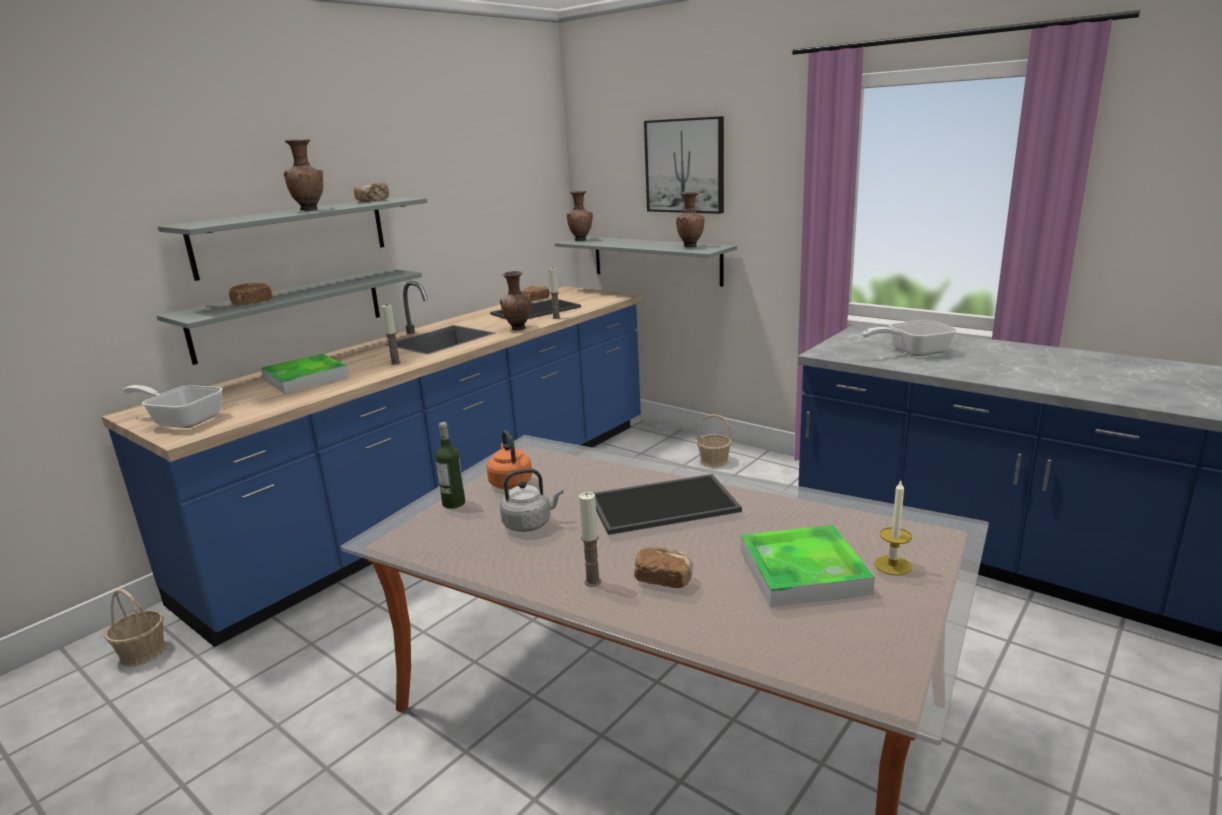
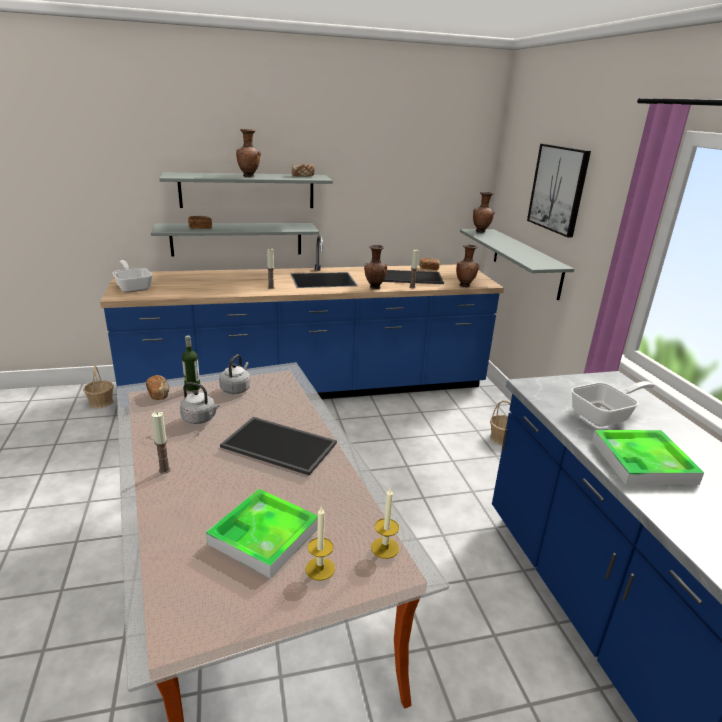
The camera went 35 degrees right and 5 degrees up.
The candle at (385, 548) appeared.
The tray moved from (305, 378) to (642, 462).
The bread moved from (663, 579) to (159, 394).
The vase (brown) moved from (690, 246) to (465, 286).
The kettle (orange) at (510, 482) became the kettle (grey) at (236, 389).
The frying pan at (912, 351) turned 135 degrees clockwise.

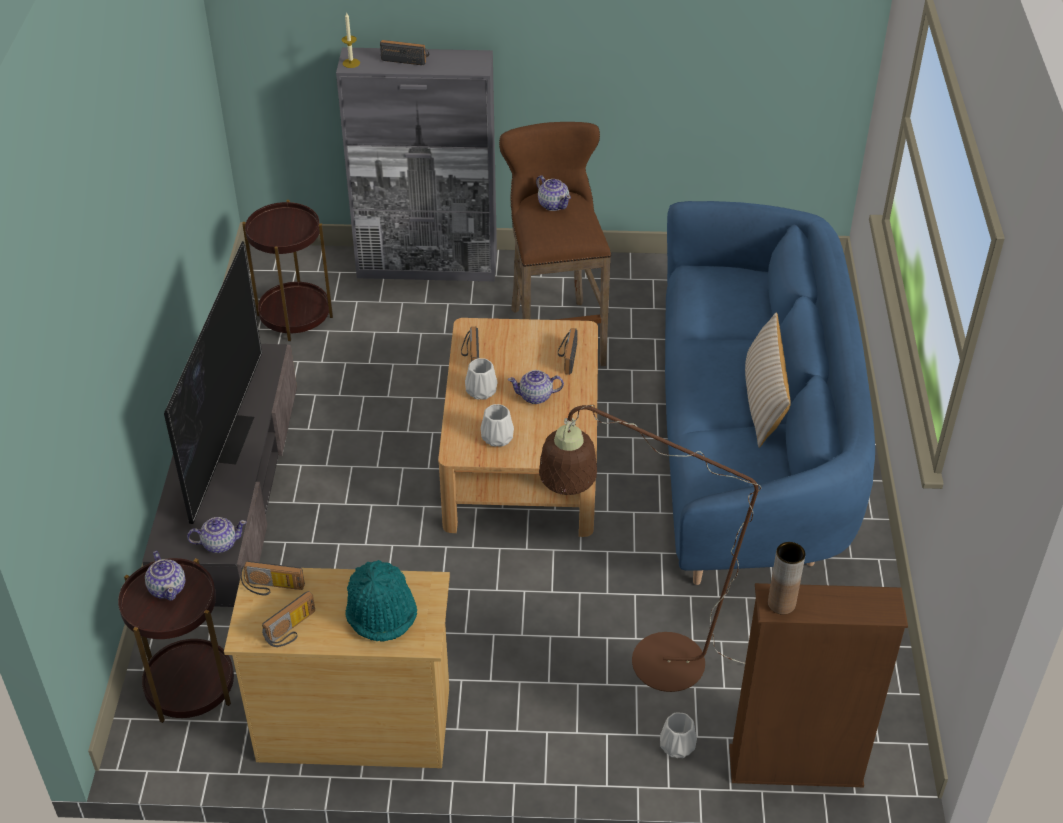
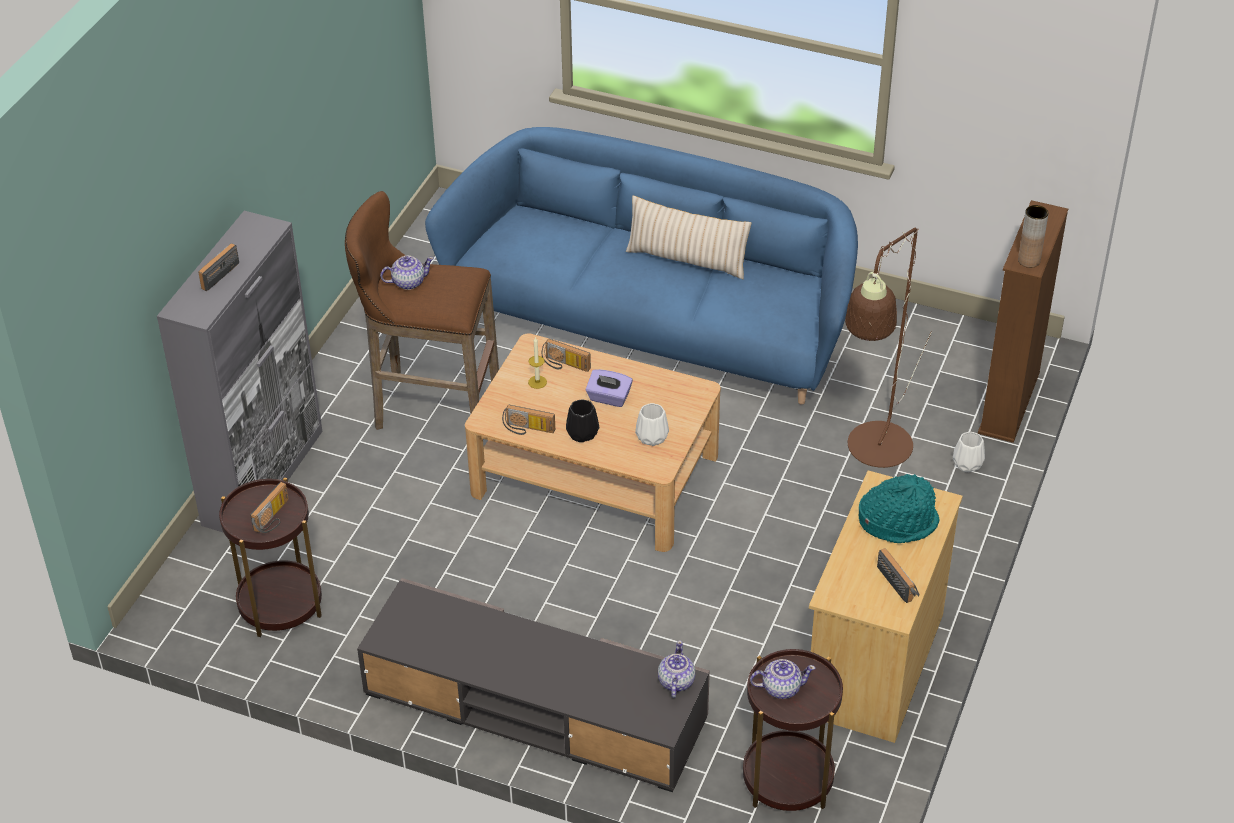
The camera went 70 degrees left and 0 degrees up.
The television at (227, 437) disappeared.
The radio moved from (272, 588) to (274, 518).
The candle moved from (351, 63) to (537, 382).
The teapot at (536, 396) was replaced by the tissue box (purple) at (609, 398).
The vase (white) at (480, 392) became the vase (black) at (583, 433).

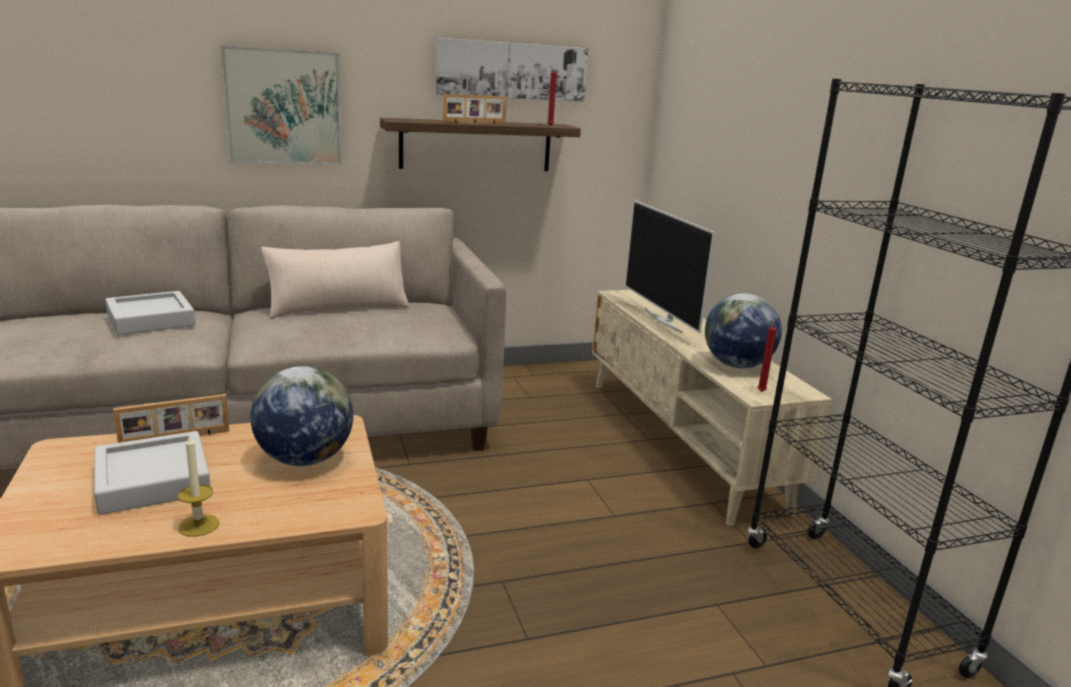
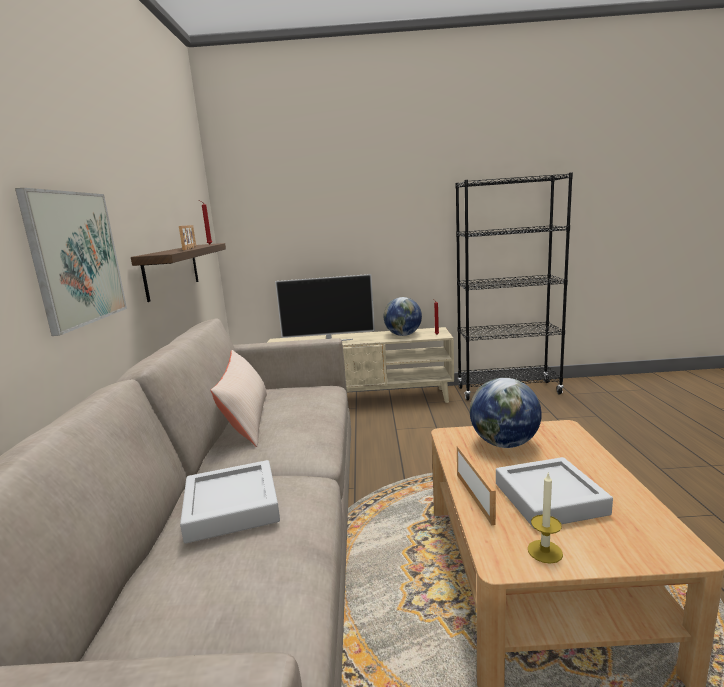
The camera went 70 degrees left and 5 degrees down.
The picture at (512, 70) disappeared.
The candle moved from (198, 525) to (545, 551).

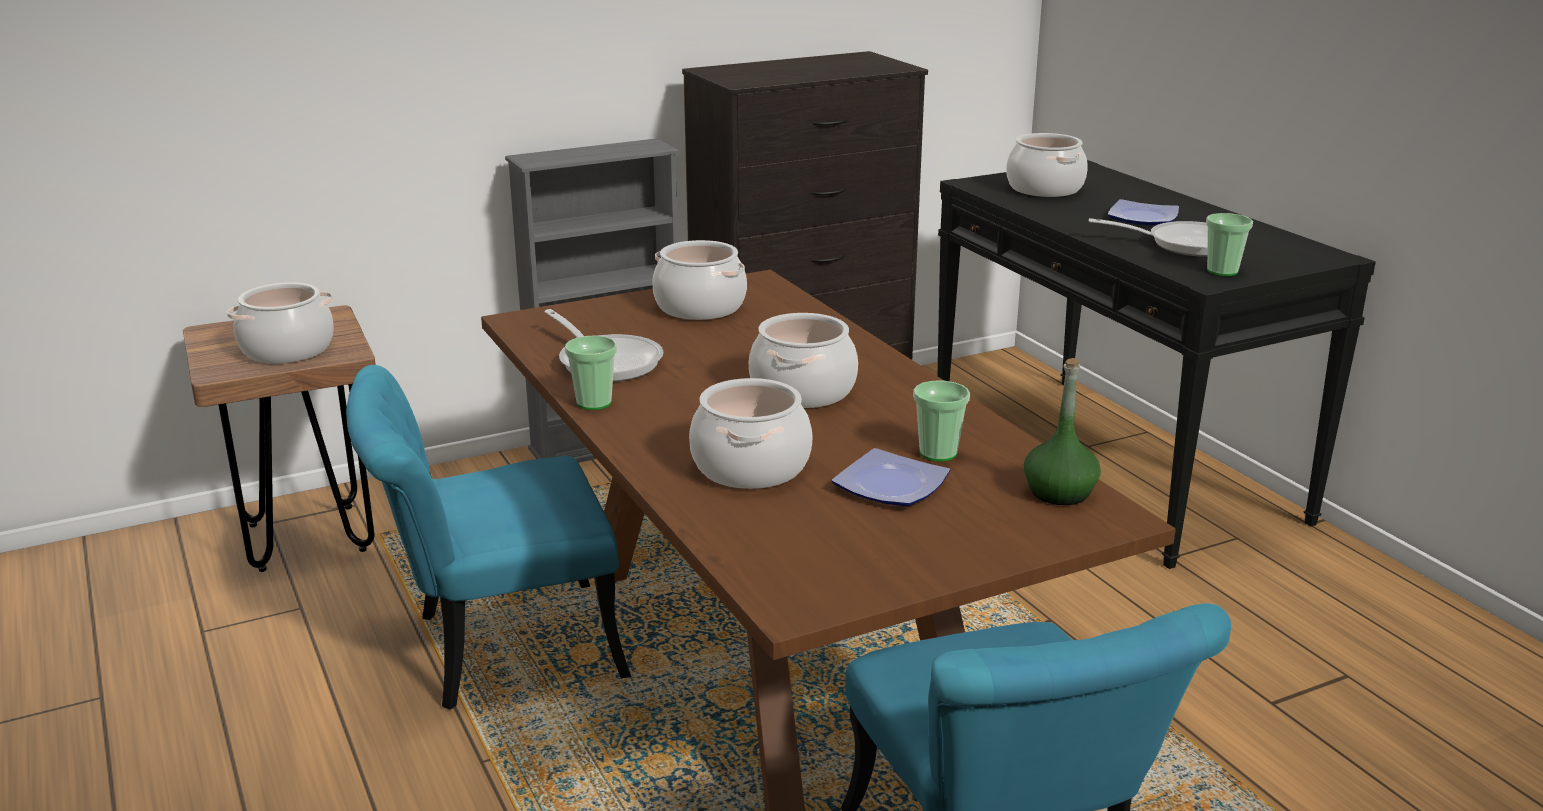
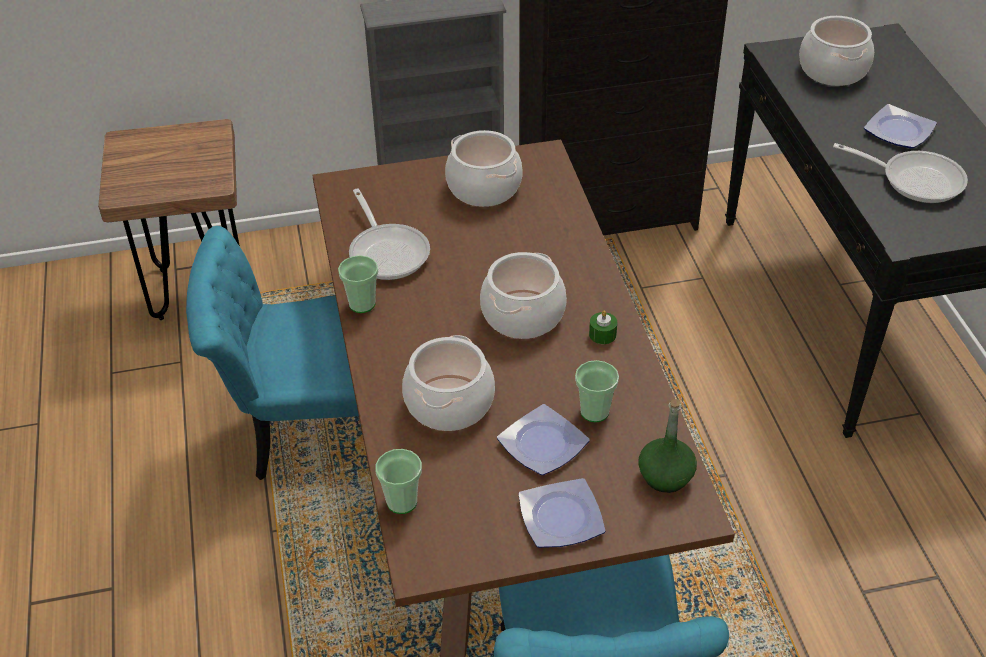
The camera went 15 degrees right and 20 degrees up.
The cooking pot at (287, 350) disappeared.
The plate at (559, 517) appeared.
The candle (green) at (602, 334) appeared.
The cup moved from (1222, 271) to (402, 502).

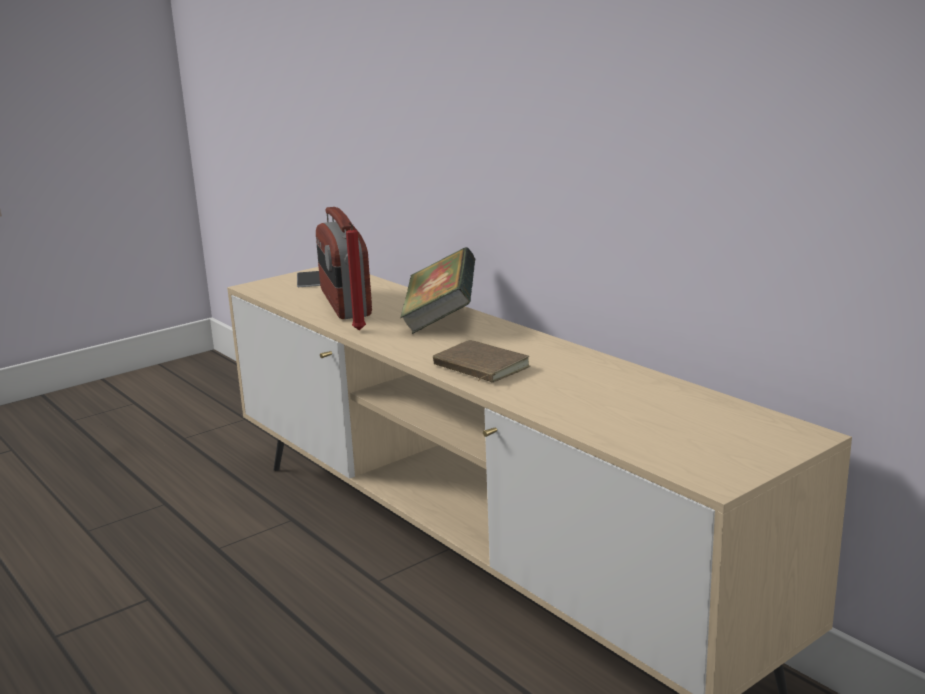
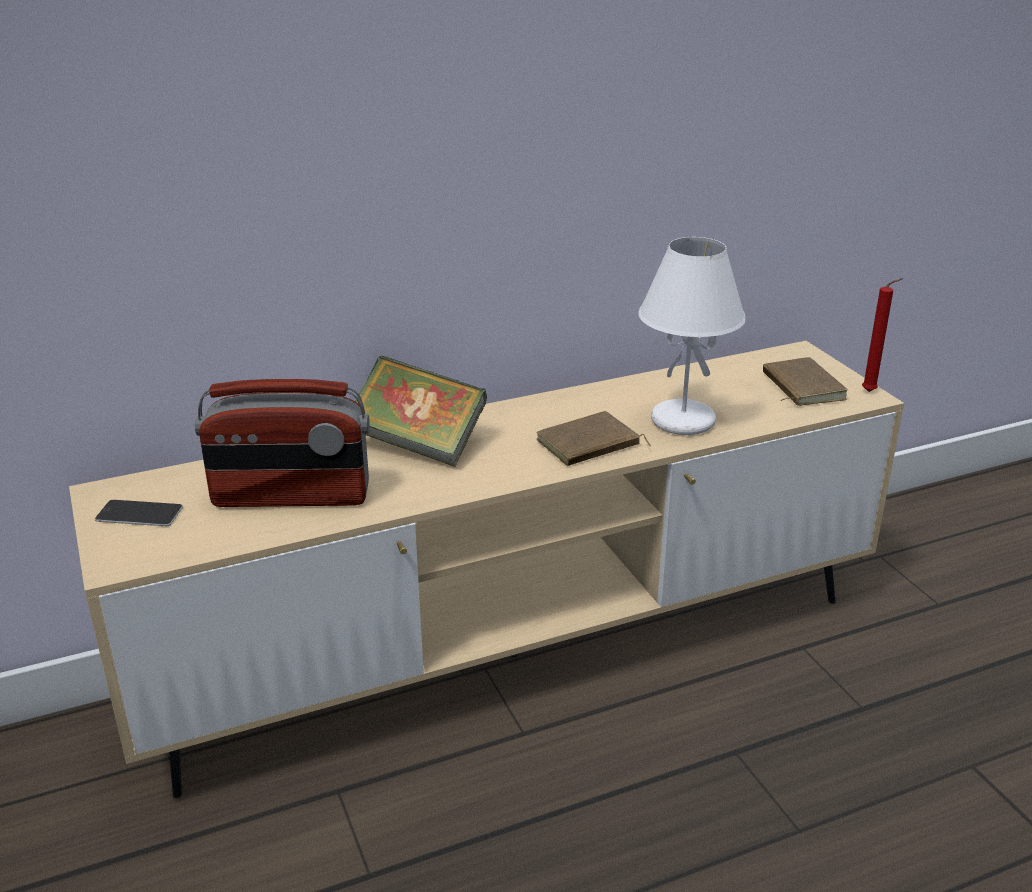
The camera went 75 degrees left and 10 degrees up.
The table lamp (white) at (682, 421) appeared.
The book (brown) at (800, 386) appeared.
The candle (red) moved from (358, 331) to (871, 392).

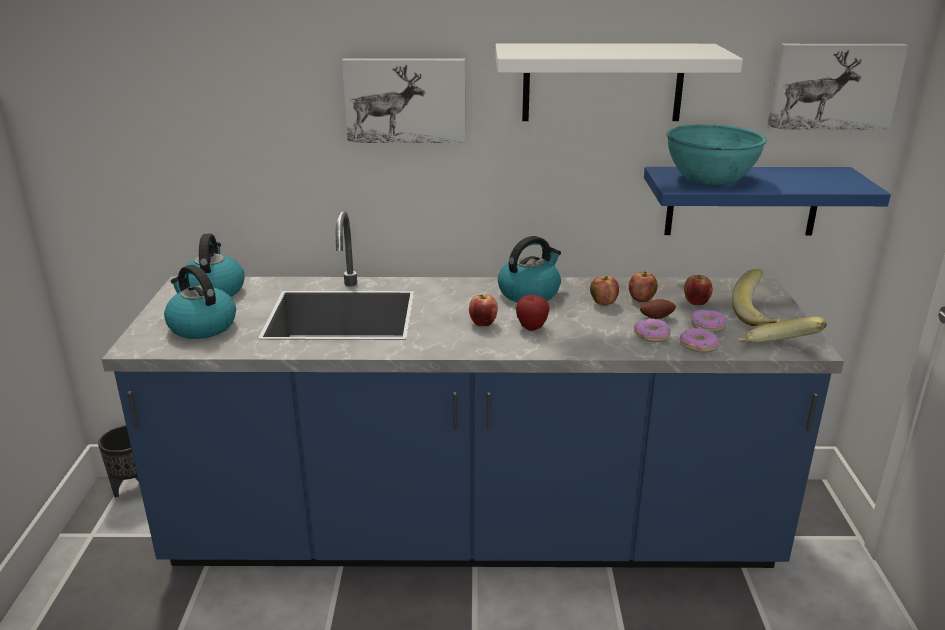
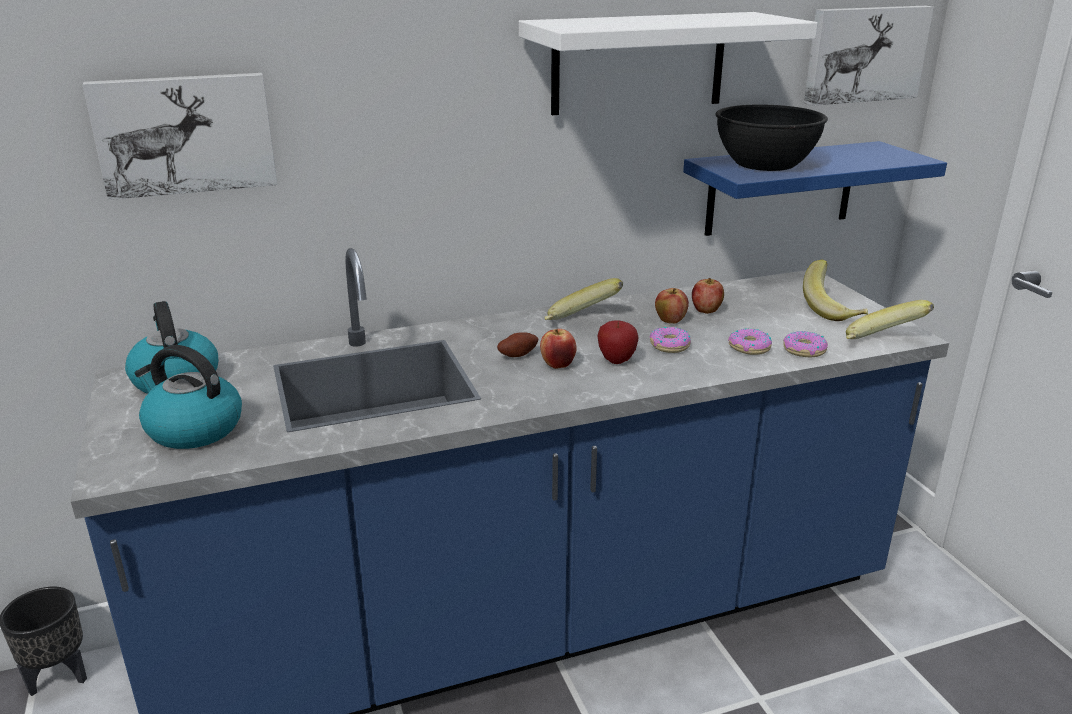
The camera went 20 degrees left and 0 degrees up.
The apple at (696, 303) disappeared.
The picture moved from (405, 100) to (185, 134).
The potato moved from (656, 317) to (517, 354).
The donut moved from (707, 326) to (669, 346).
The kettle at (529, 293) was replaced by the banana at (581, 321).
The bowl (turquoise) at (710, 178) became the bowl (black) at (765, 164).

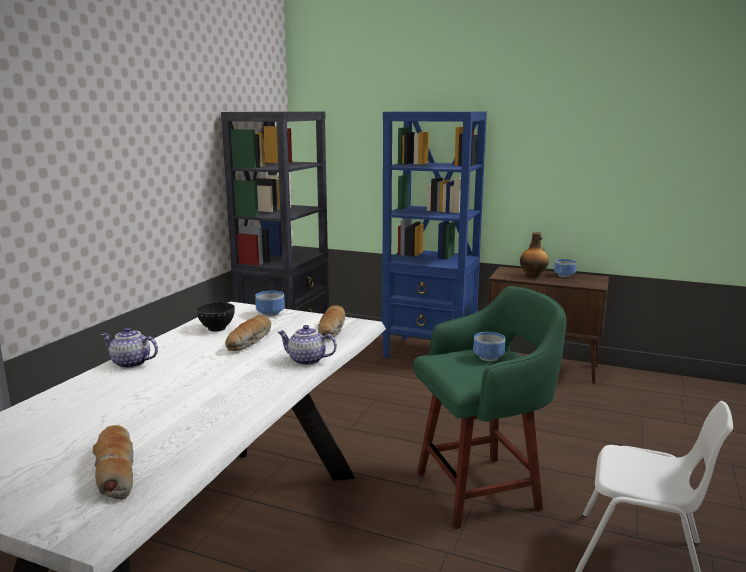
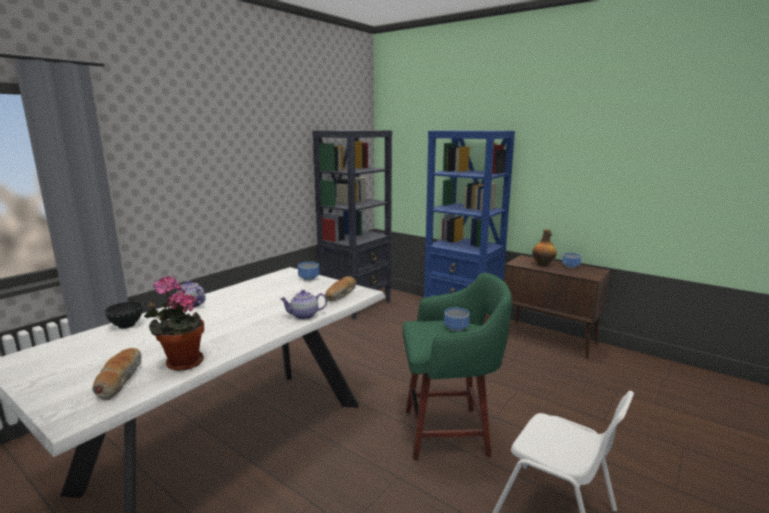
The camera went 15 degrees right and 0 degrees up.
The bread at (250, 341) disappeared.
The potted plant at (181, 363) appeared.
The bowl (black) moved from (217, 328) to (126, 325).
The teapot at (306, 360) turned 45 degrees counterclockwise.

